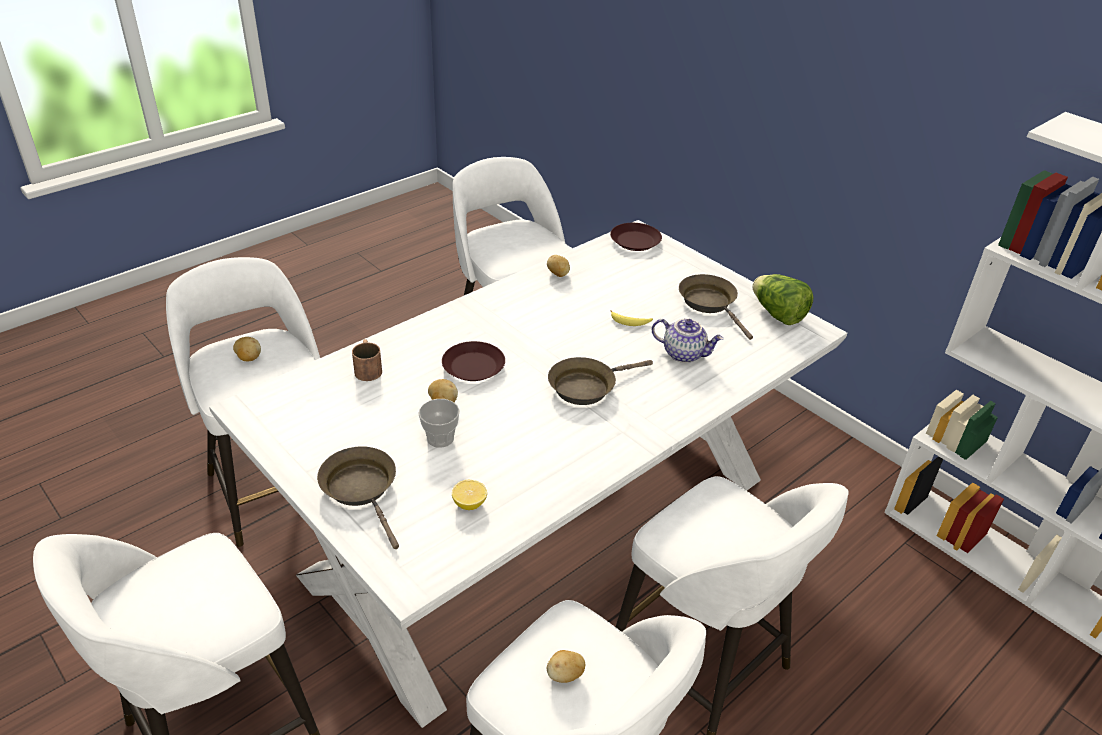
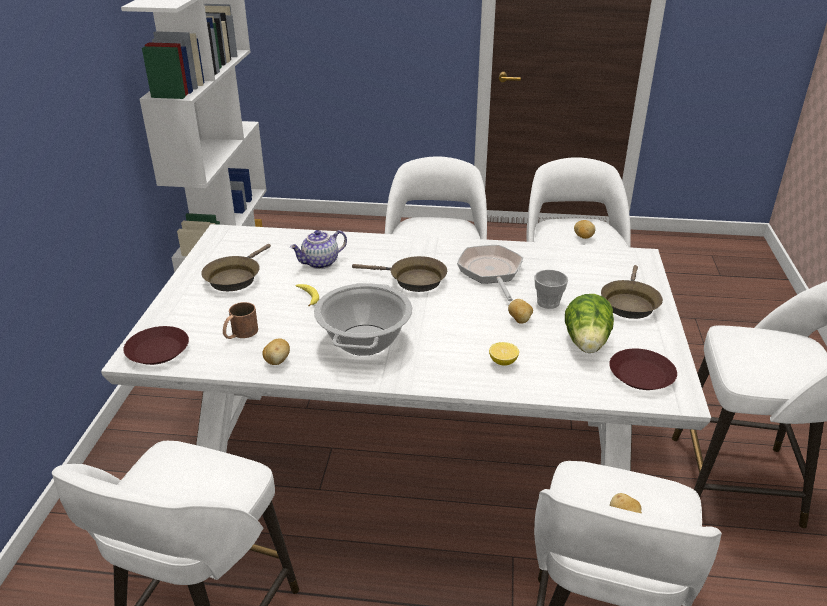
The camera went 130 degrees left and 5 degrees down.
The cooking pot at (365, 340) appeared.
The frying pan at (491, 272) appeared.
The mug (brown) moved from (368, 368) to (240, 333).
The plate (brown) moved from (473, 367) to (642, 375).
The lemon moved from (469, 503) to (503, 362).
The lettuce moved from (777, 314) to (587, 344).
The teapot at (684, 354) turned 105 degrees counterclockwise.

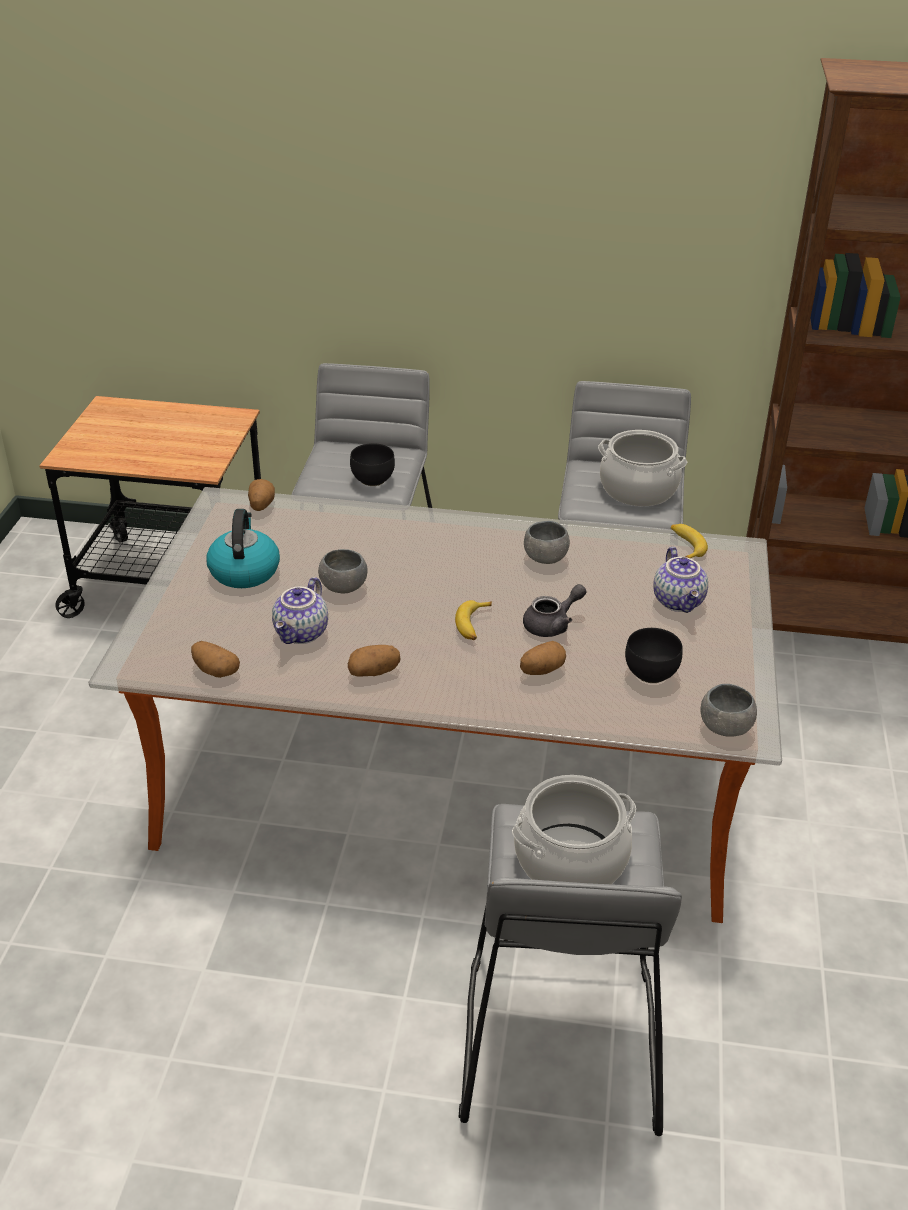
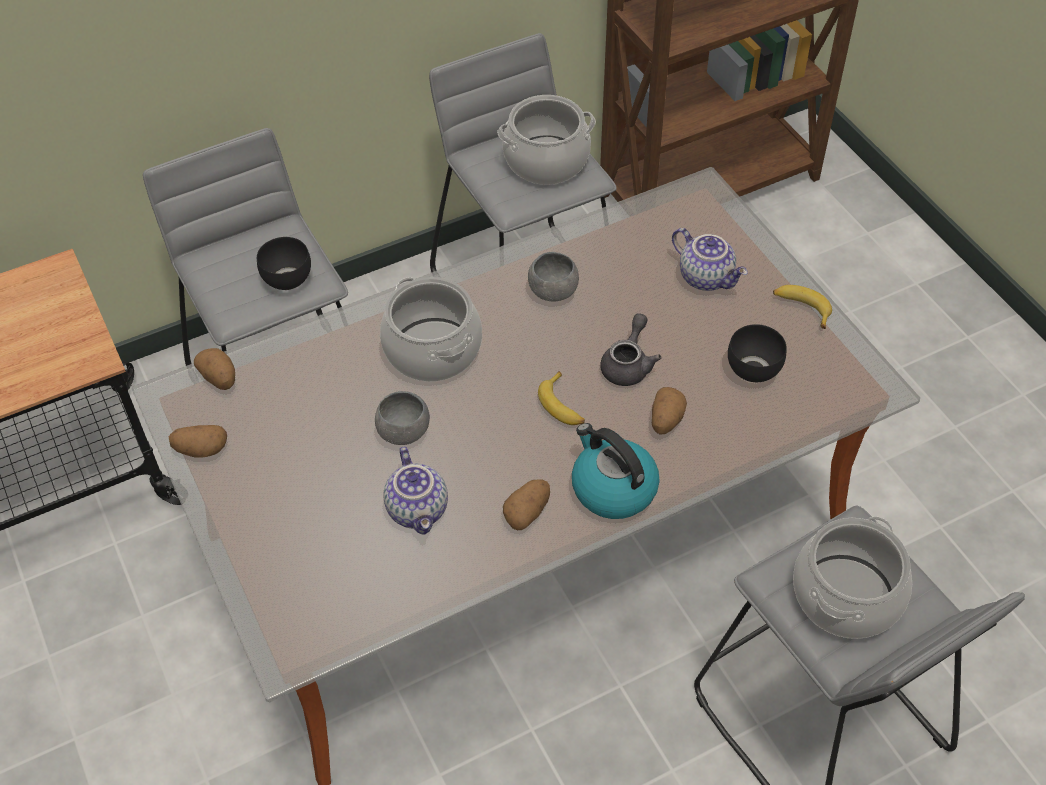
The camera went 35 degrees left and 15 degrees up.
The bowl (grey) at (725, 727) disappeared.
The cooking pot at (432, 350) appeared.
The potato moved from (214, 671) to (201, 450).
The kettle moved from (244, 571) to (612, 488).
The banana moved from (685, 546) to (801, 308).

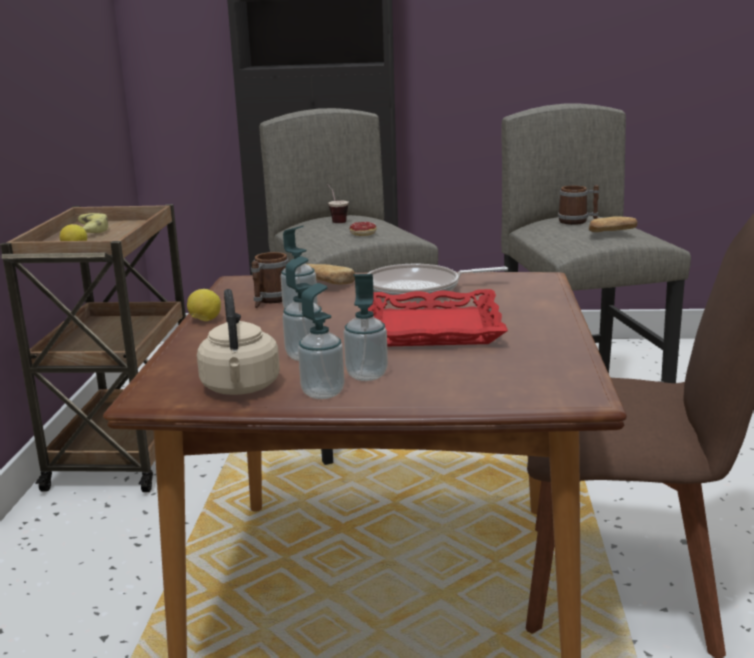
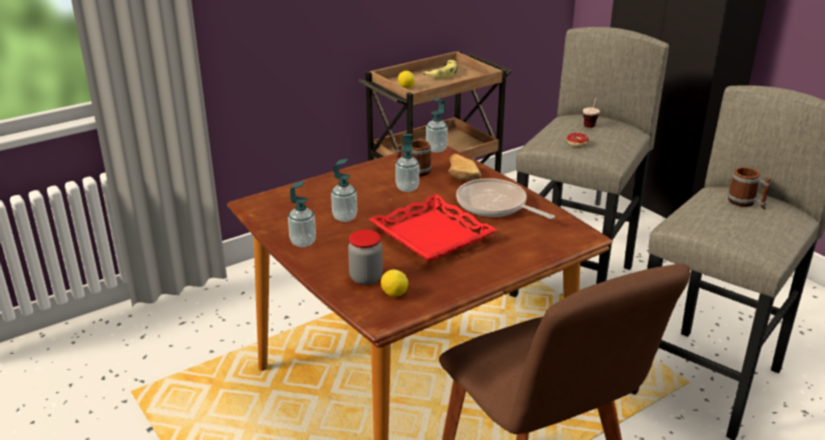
The camera went 50 degrees right and 10 degrees up.
The kettle (beige) at (241, 388) disappeared.
The bread at (607, 234) disappeared.
The jar at (366, 278) appeared.
The lemon moved from (205, 320) to (394, 294).
The soap dispenser moved from (366, 375) to (436, 149).

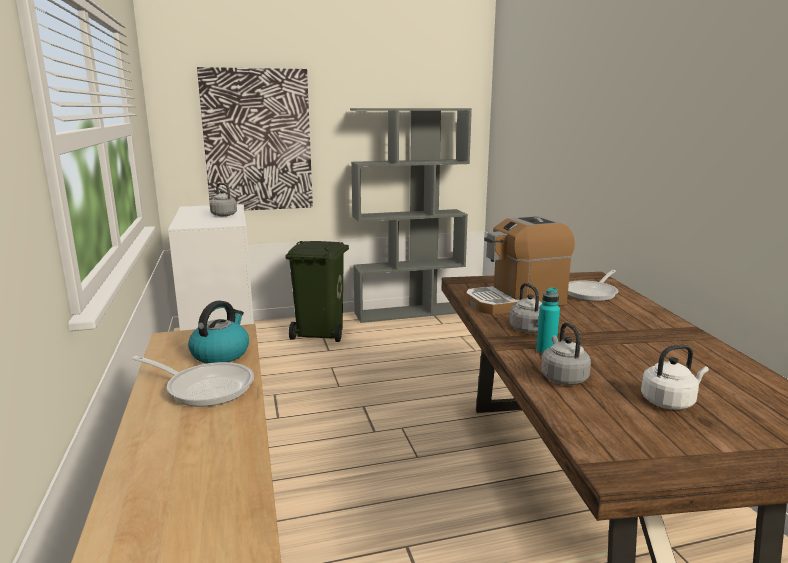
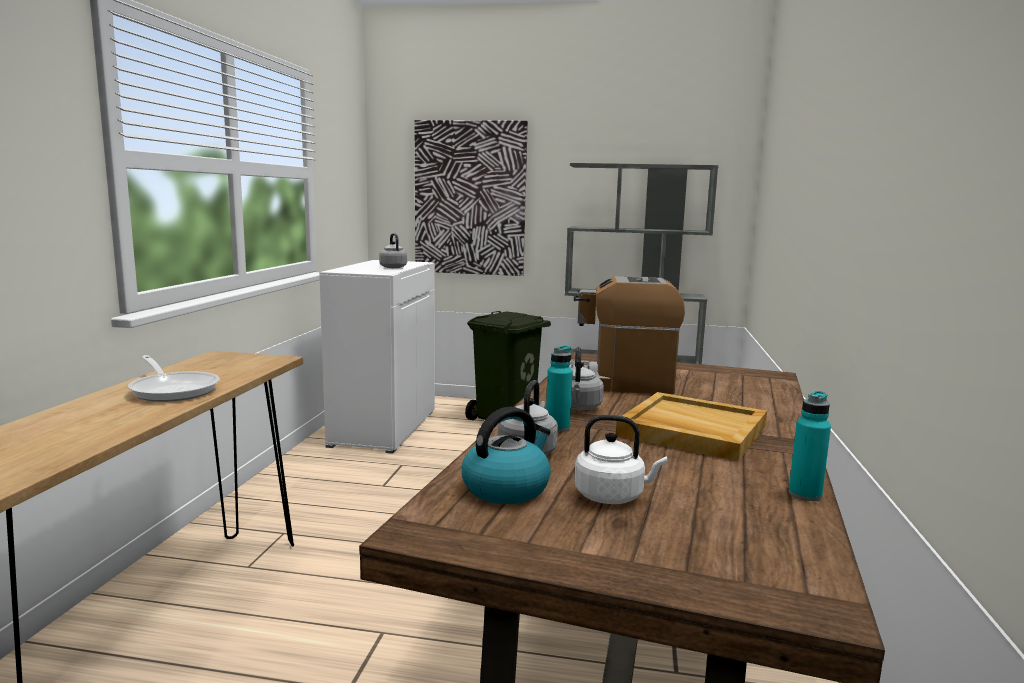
The camera went 25 degrees right and 5 degrees down.
The frying pan at (592, 293) disappeared.
The tray (beige) at (691, 430) appeared.
The bottle (turquoise) at (805, 494) appeared.
The kettle moved from (221, 353) to (506, 488).

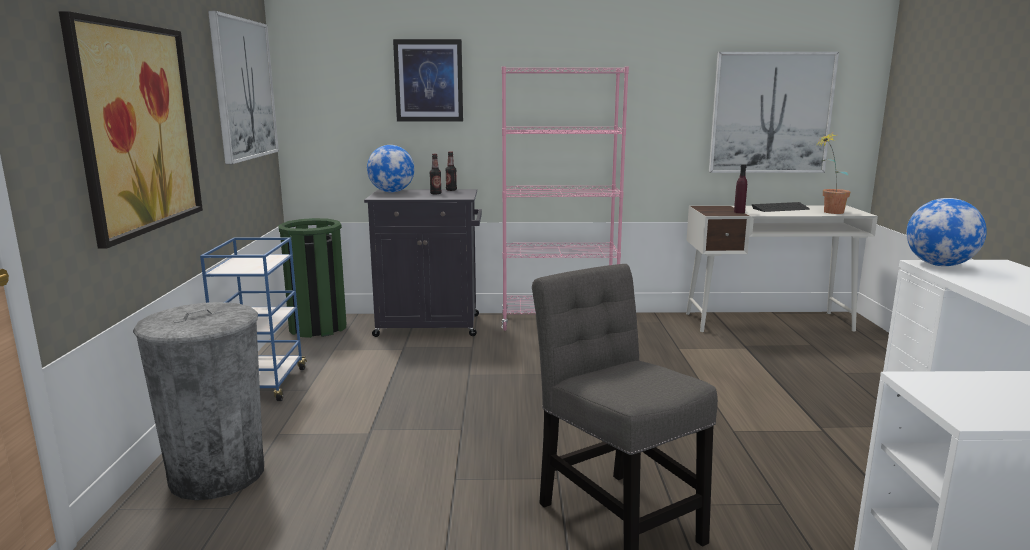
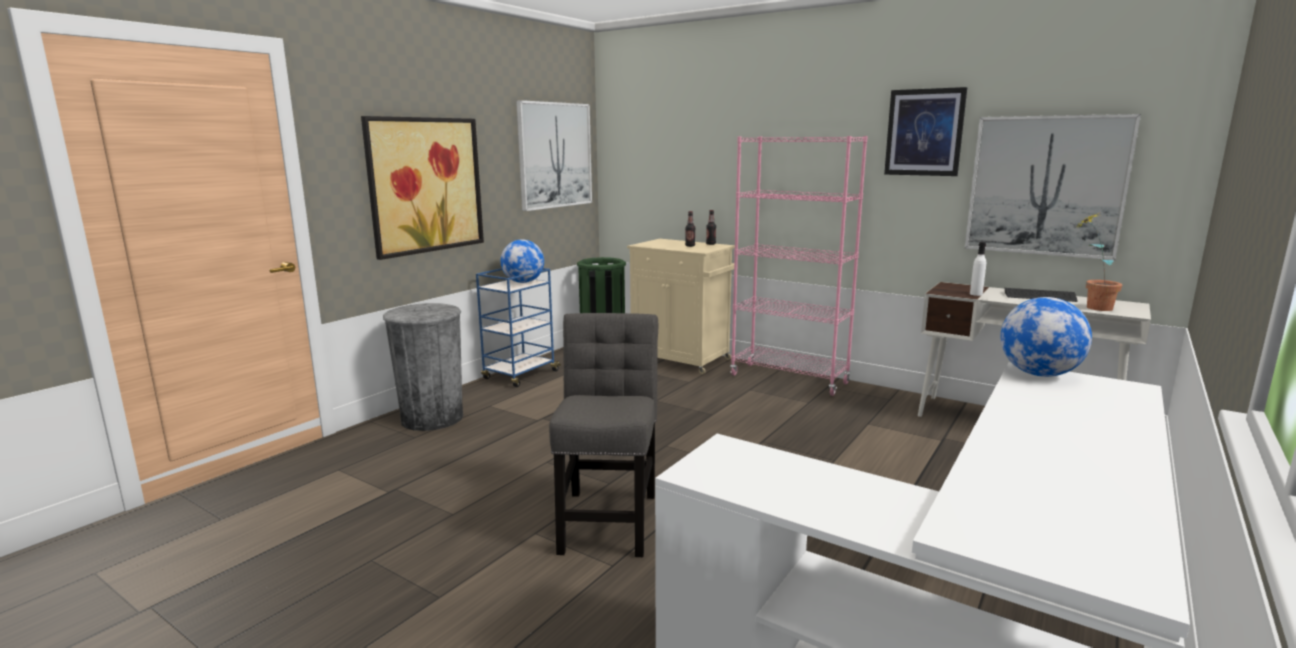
The camera went 35 degrees right and 0 degrees up.
The globe moved from (391, 192) to (523, 282).
The picture moved from (428, 81) to (924, 132).
The cabinet (black) at (430, 325) became the cabinet (beige) at (682, 360).
The bottle (purple) at (739, 212) became the bottle (white) at (976, 294).

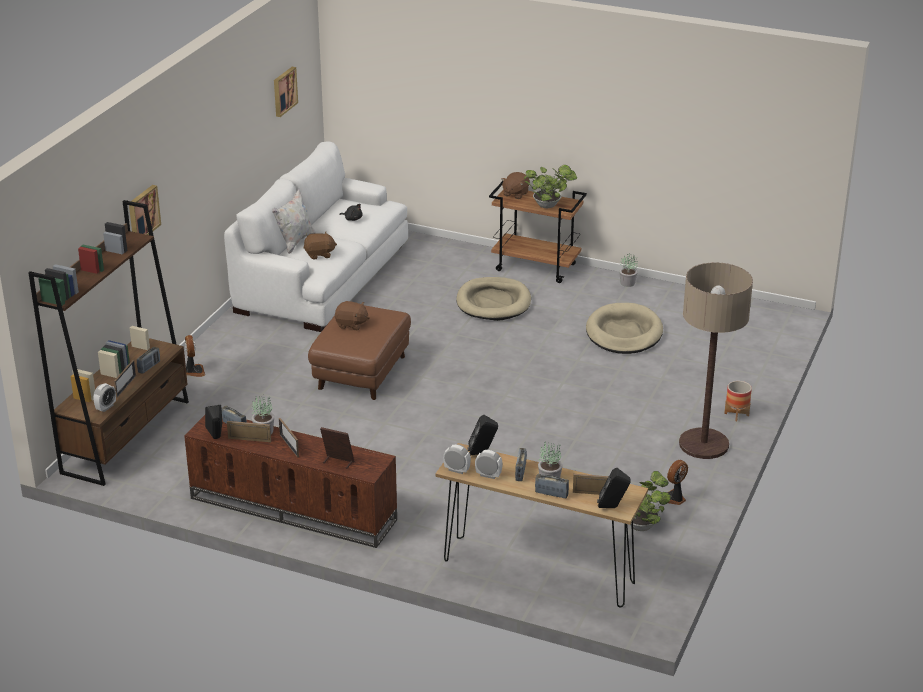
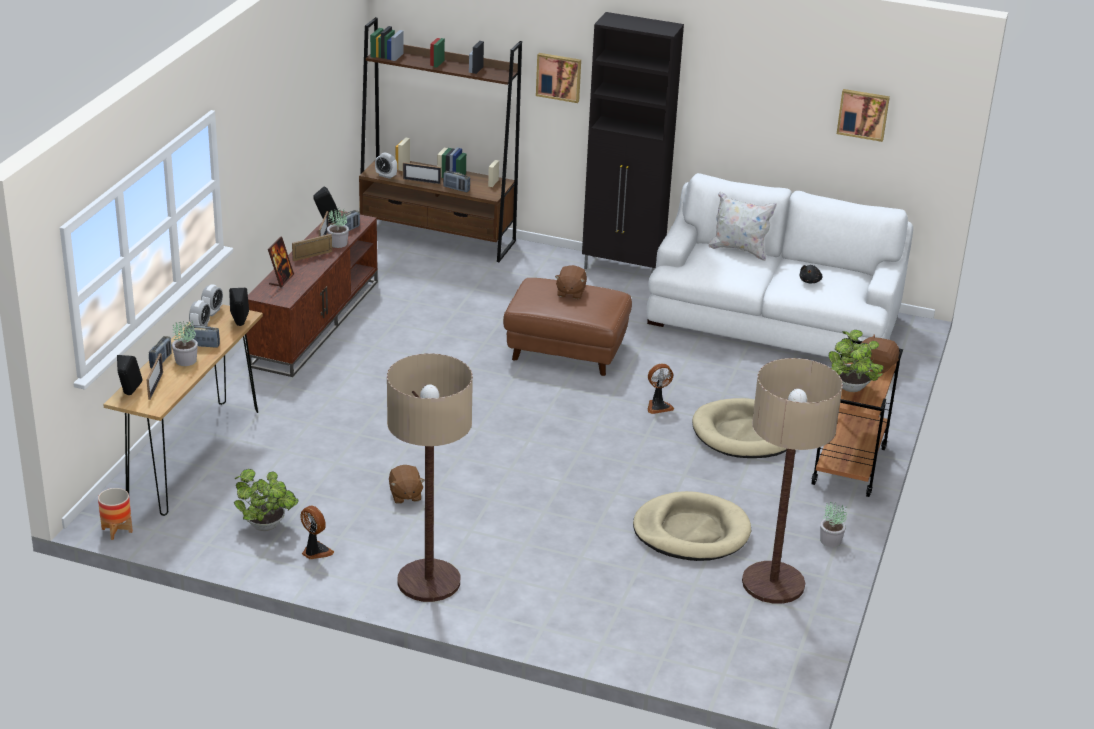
The camera went 85 degrees right and 0 degrees up.
The cabinet (black) at (623, 269) appeared.
The floor lamp at (773, 583) appeared.
The fan moved from (194, 371) to (658, 406).
The plush toy (brown) moved from (319, 254) to (405, 495).
The planter moved from (736, 414) to (117, 530).

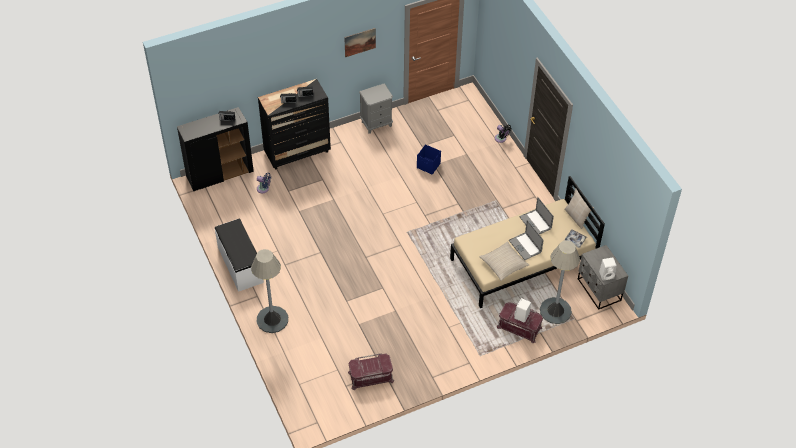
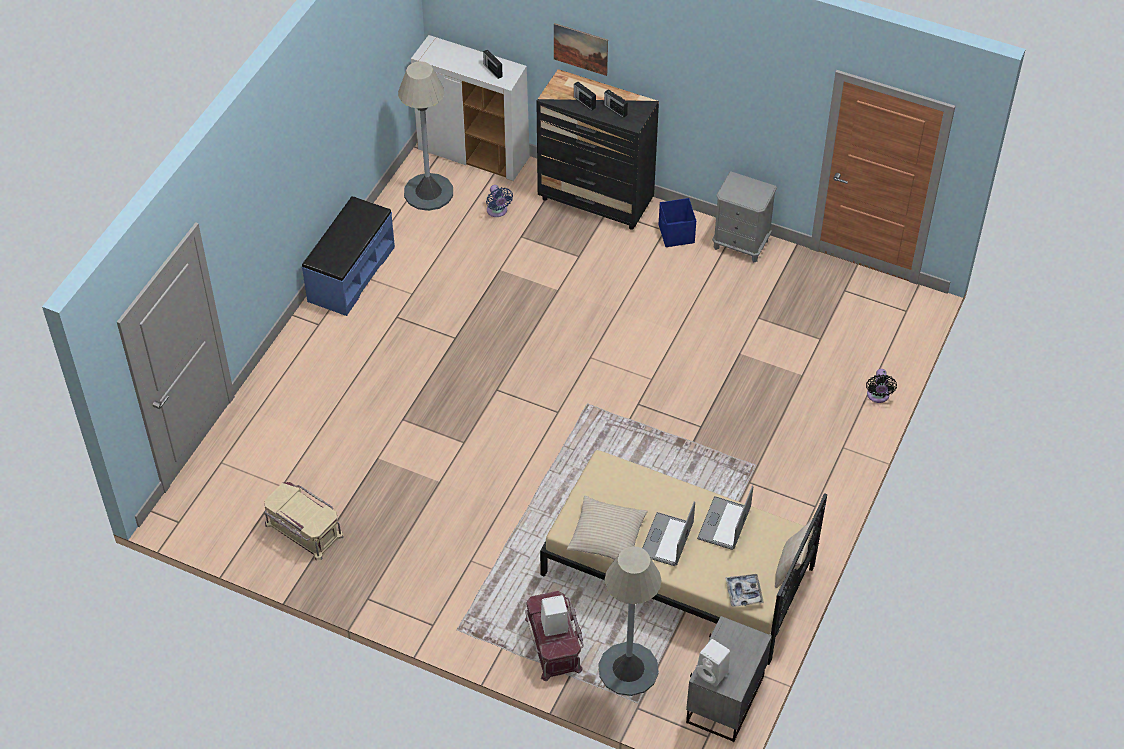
The camera went 50 degrees right and 0 degrees up.
The floor lamp (grey) moved from (272, 319) to (428, 192).
The picture moved from (360, 42) to (580, 49).
The storage box (blue) moved from (428, 166) to (676, 234).
The cabinet (black) at (220, 174) became the cabinet (white) at (474, 154).
The bench (white) at (240, 265) became the bench (blue) at (350, 274).
The storage box (red) at (371, 377) became the storage box (beige) at (303, 530).

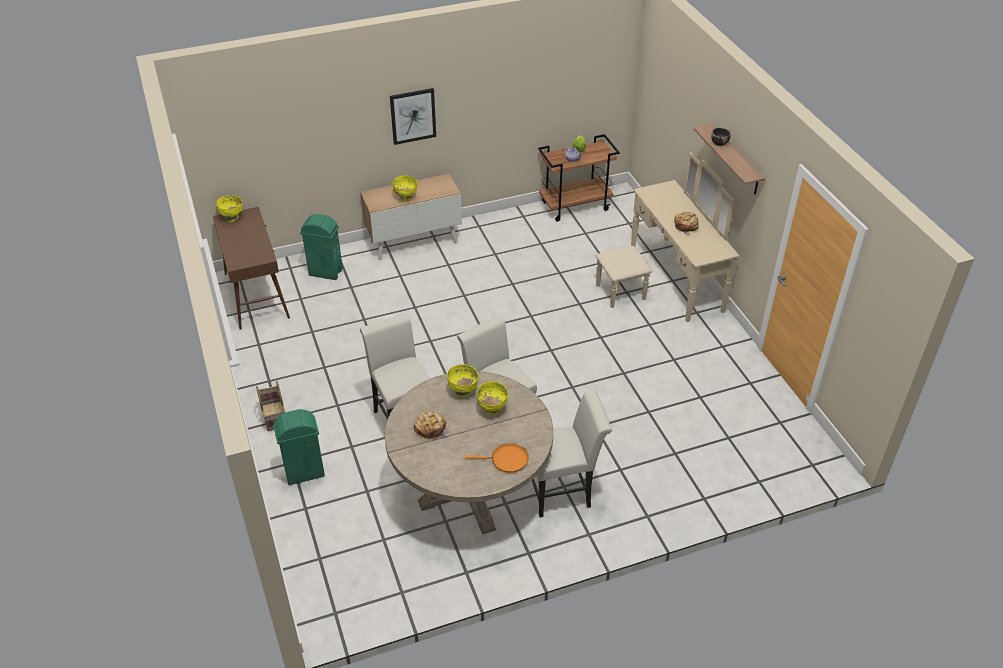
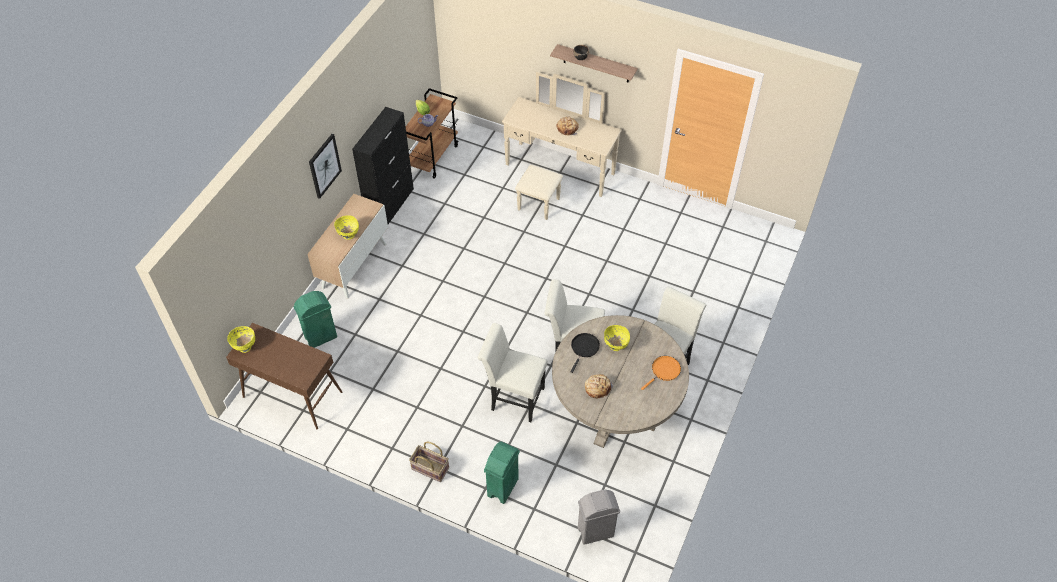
The camera went 45 degrees left and 10 degrees up.
The cabinet (black) at (390, 206) appeared.
The trash can (grey) at (596, 532) appeared.
The bowl (yellow) at (463, 391) was replaced by the frying pan (black) at (584, 348).

